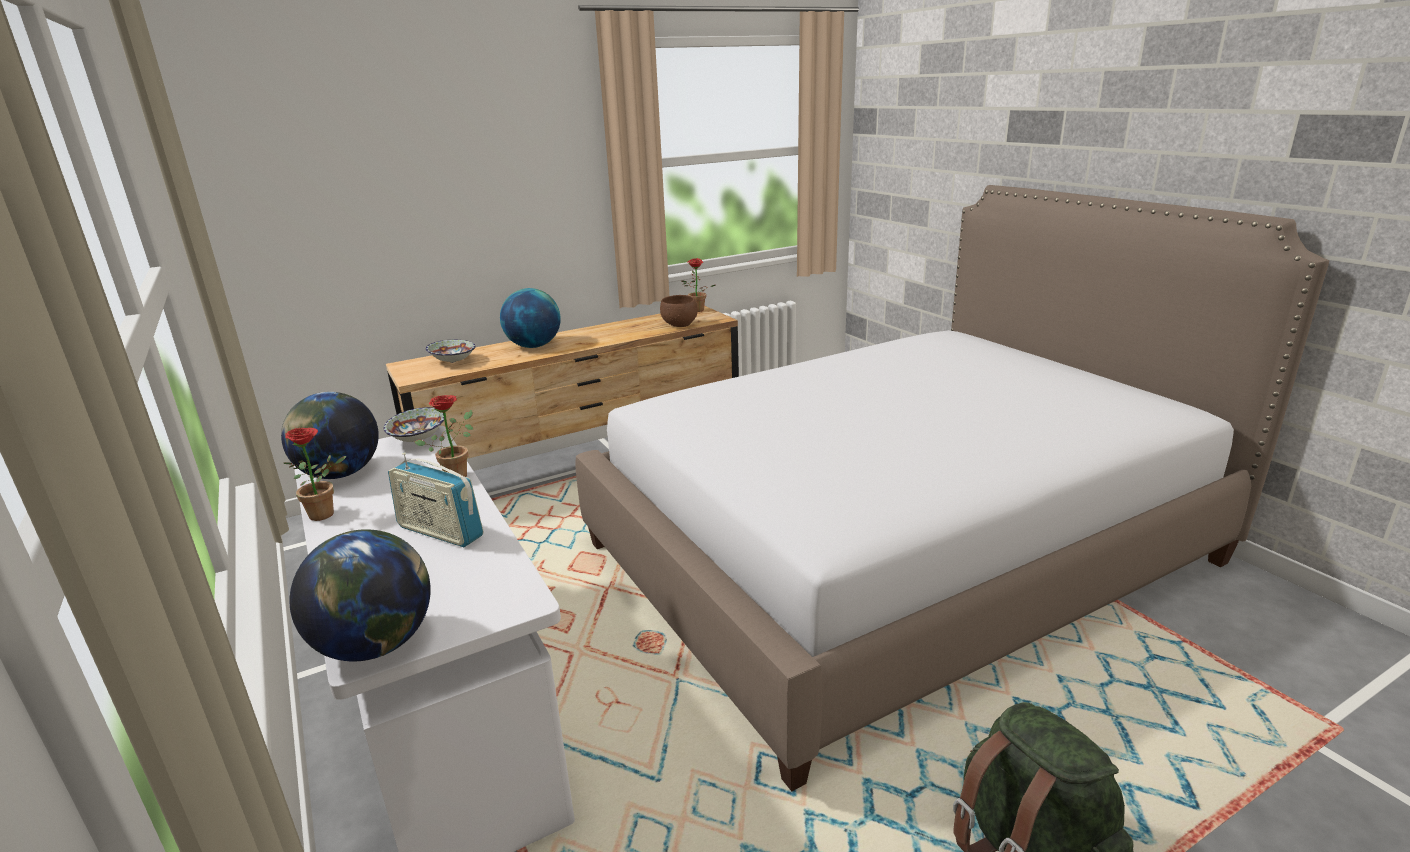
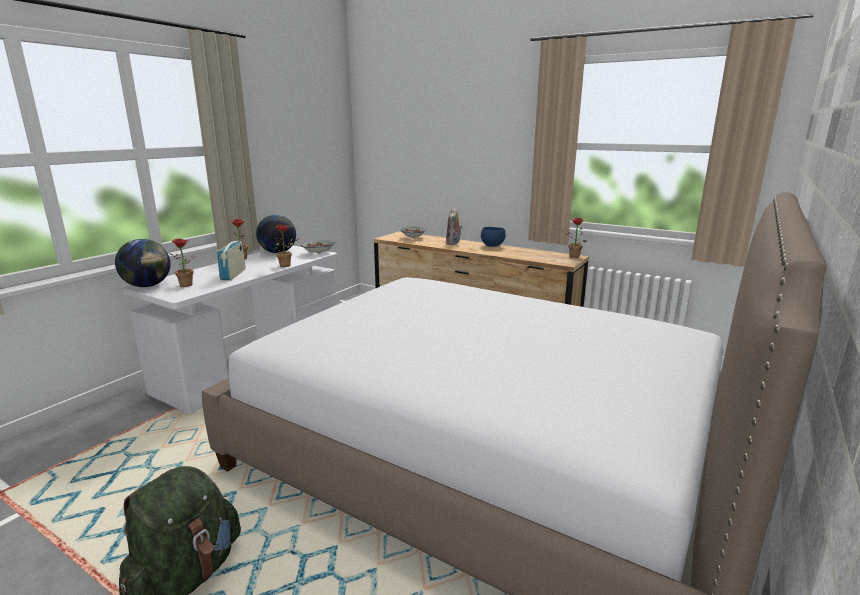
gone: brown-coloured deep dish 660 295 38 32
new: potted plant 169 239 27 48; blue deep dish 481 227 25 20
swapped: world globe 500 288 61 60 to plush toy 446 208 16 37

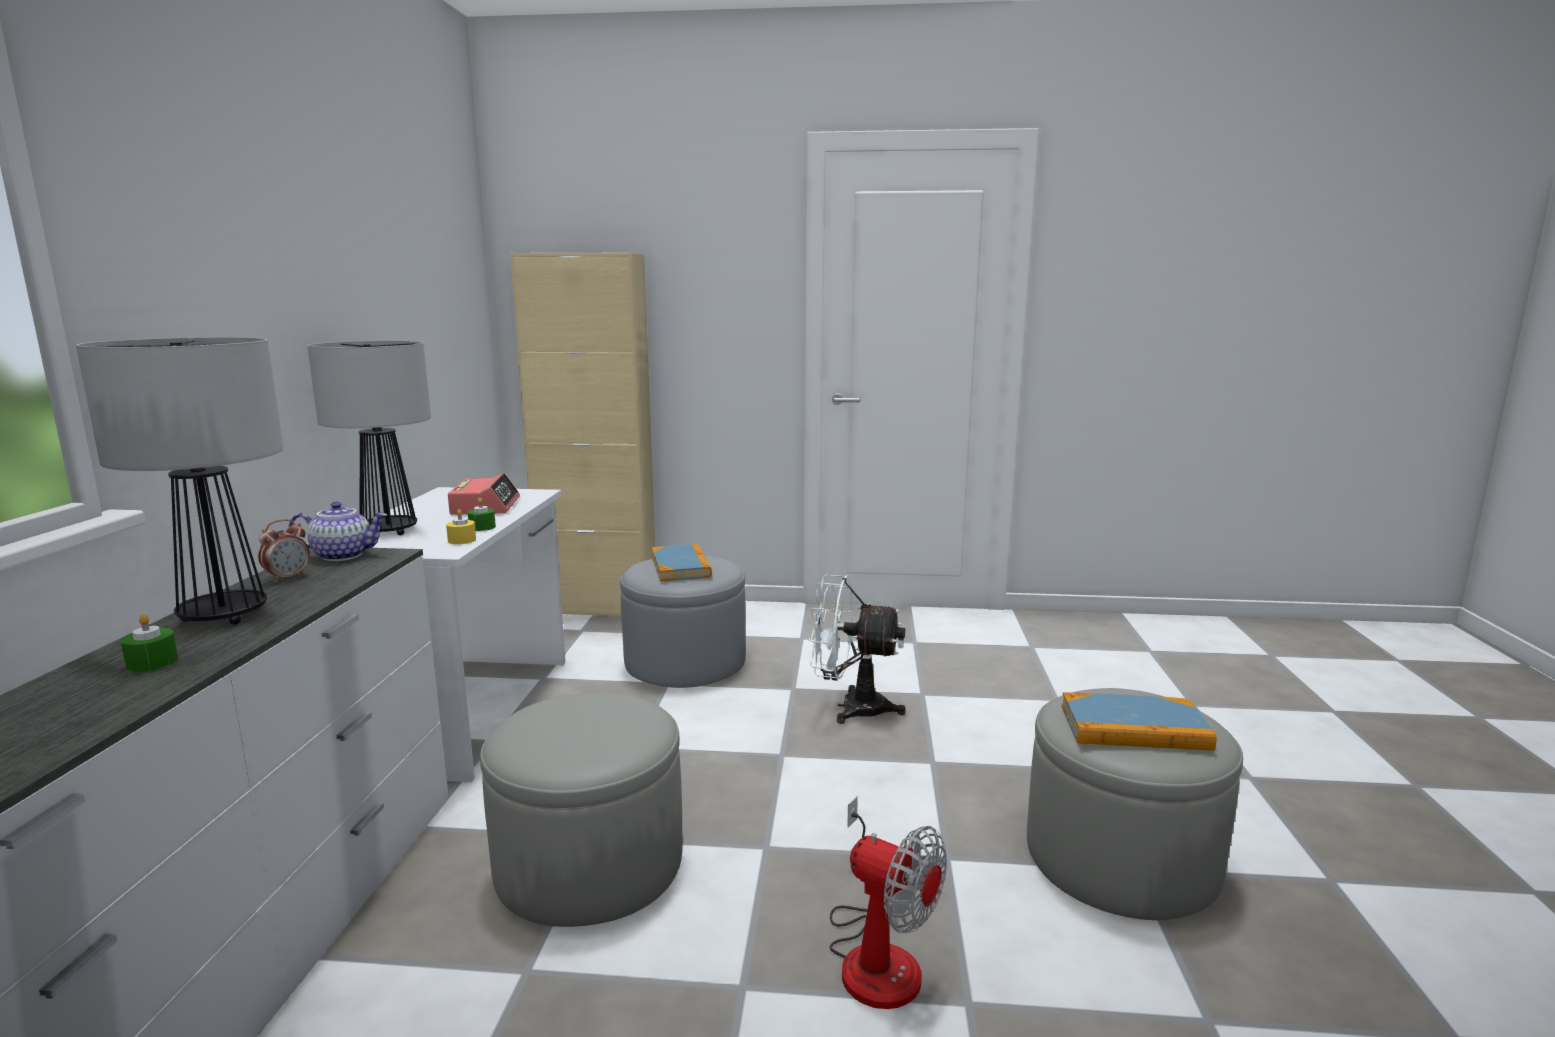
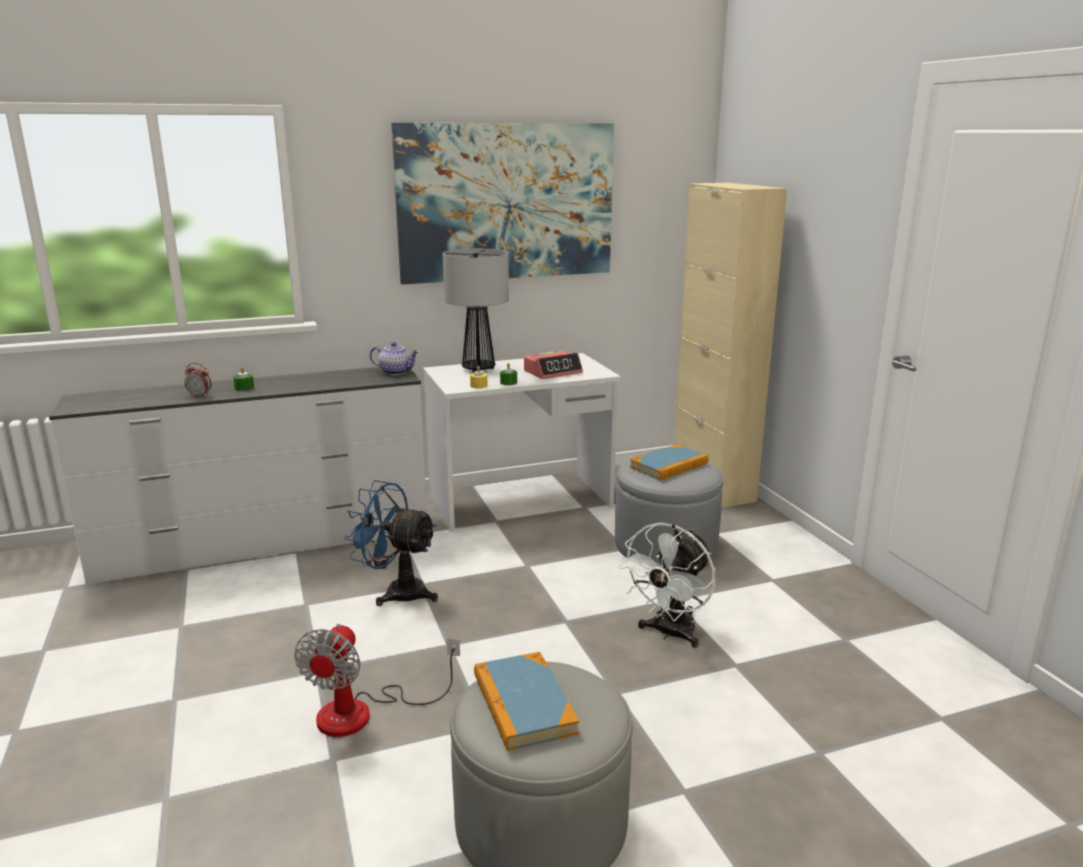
gone: lamp for a table 76 337 208 288
new: wall art 391 123 223 161
shifted: bedside clock 258 519 52 64 to 184 363 28 34
swapped: gray pouffe 480 693 203 234 to blue fan 344 480 94 126
rotated: teapot 289 502 98 59 = 370 342 49 33 45 degrees counterclockwise; white-coloured fan 809 575 97 149 = 618 523 97 125 135 degrees counterclockwise

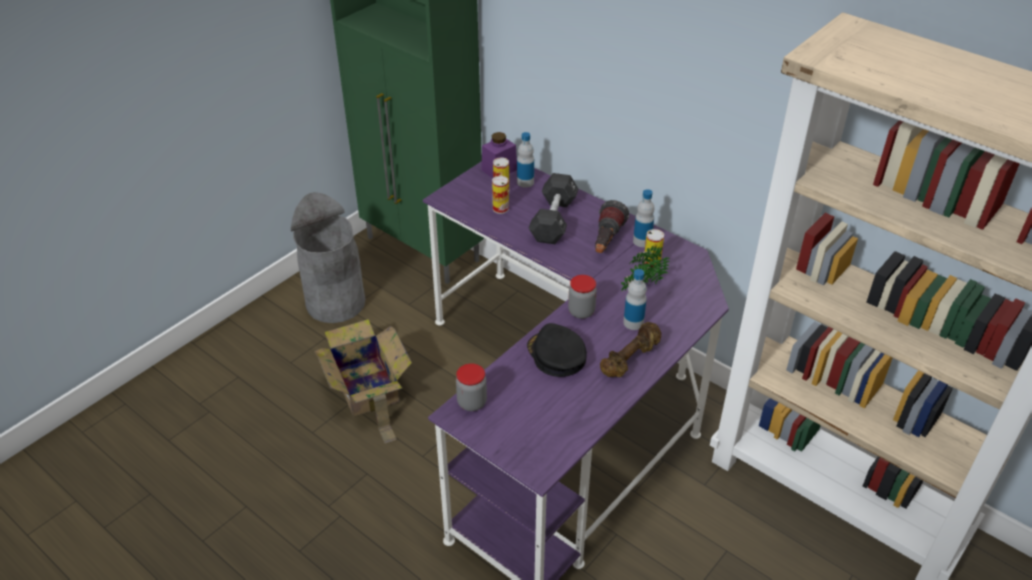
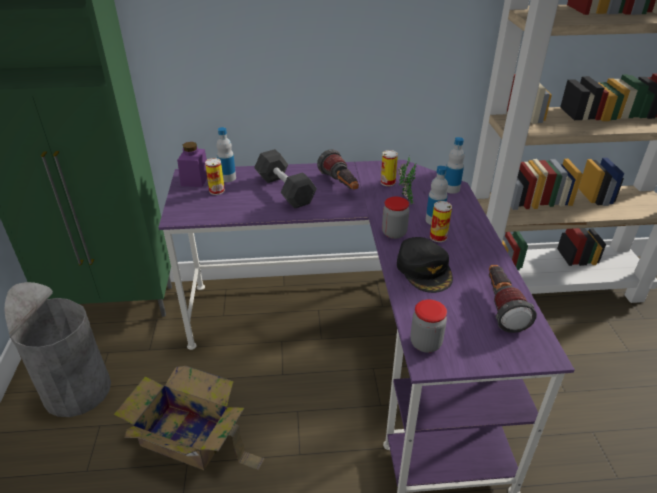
gone: brown-coloured dumbbell 600 322 61 55
new: flashlight 489 265 48 68
shifted: sealed can 492 176 17 38 to 430 201 22 41; beverage bottle 633 189 21 58 to 445 137 20 57
rotated: black baseball cap 527 323 60 54 = 397 237 56 56 120 degrees counterclockwise

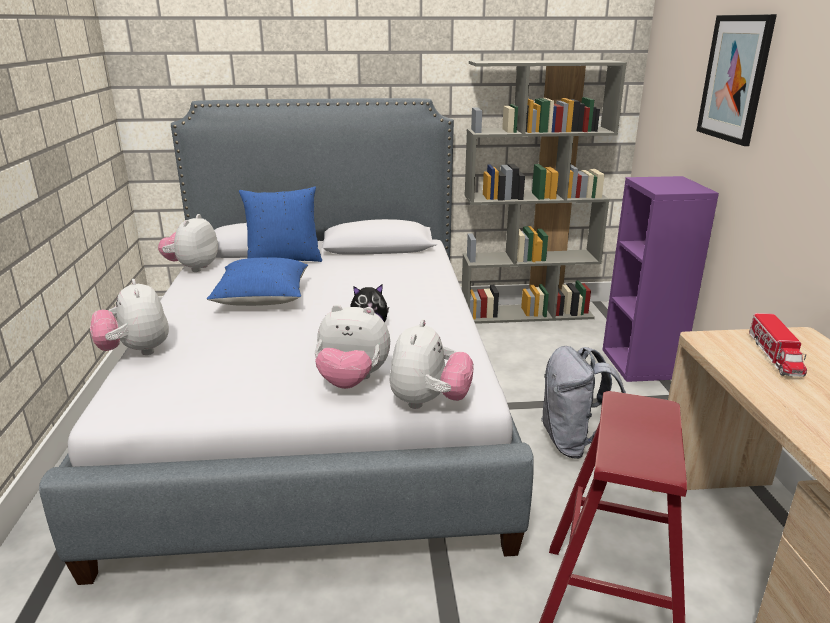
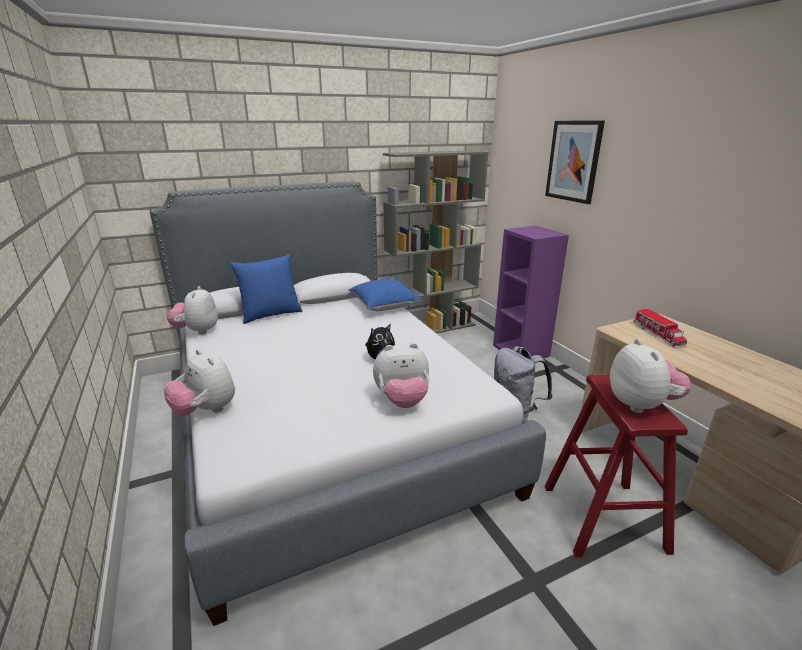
shifted: blue throw pillow 207 257 101 49 to 349 279 73 32; plush toy 389 319 85 90 to 610 339 81 74

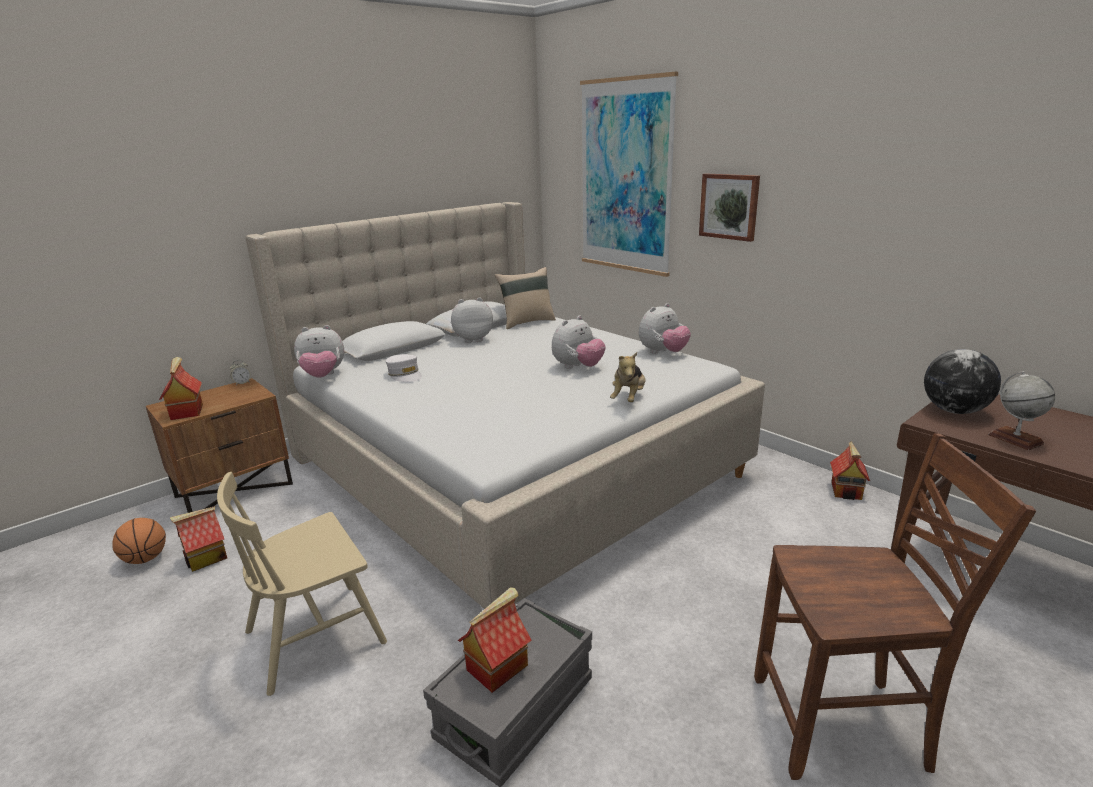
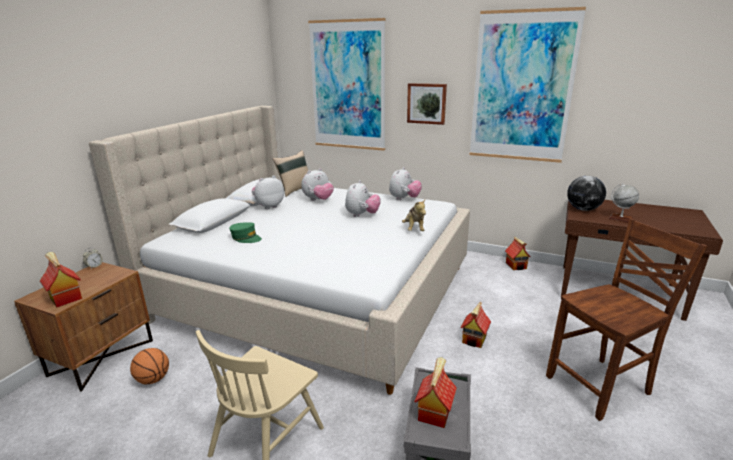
new: wall art 470 7 116 156
shifted: ball for basketball 112 518 54 46 to 130 348 39 36; plush toy 294 325 50 52 to 301 168 33 33; model house 170 506 57 66 to 460 302 31 46
repainted: white-coloured baseball cap 386 354 36 28 to green baseball cap 229 222 33 21

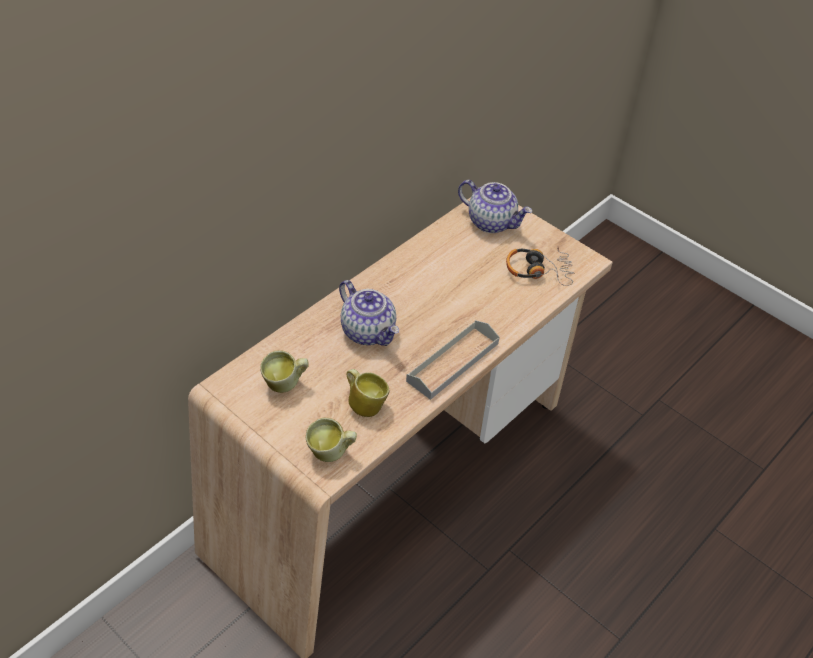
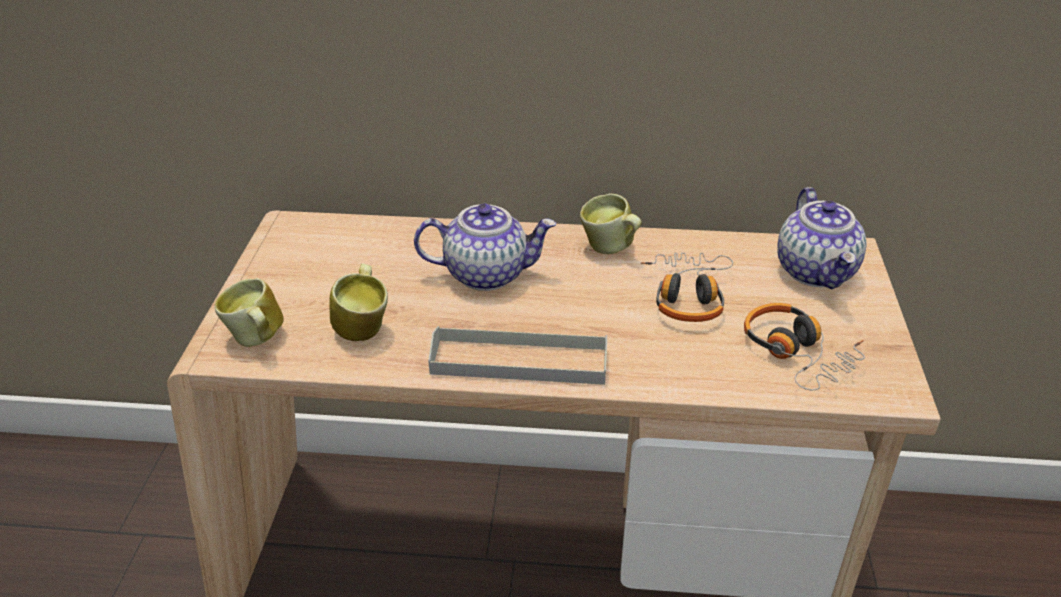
new: headset 641 252 92 70
shifted: mug 260 350 48 43 to 580 193 62 61
rotated: teapot 339 280 60 66 = 414 203 142 88 105 degrees counterclockwise

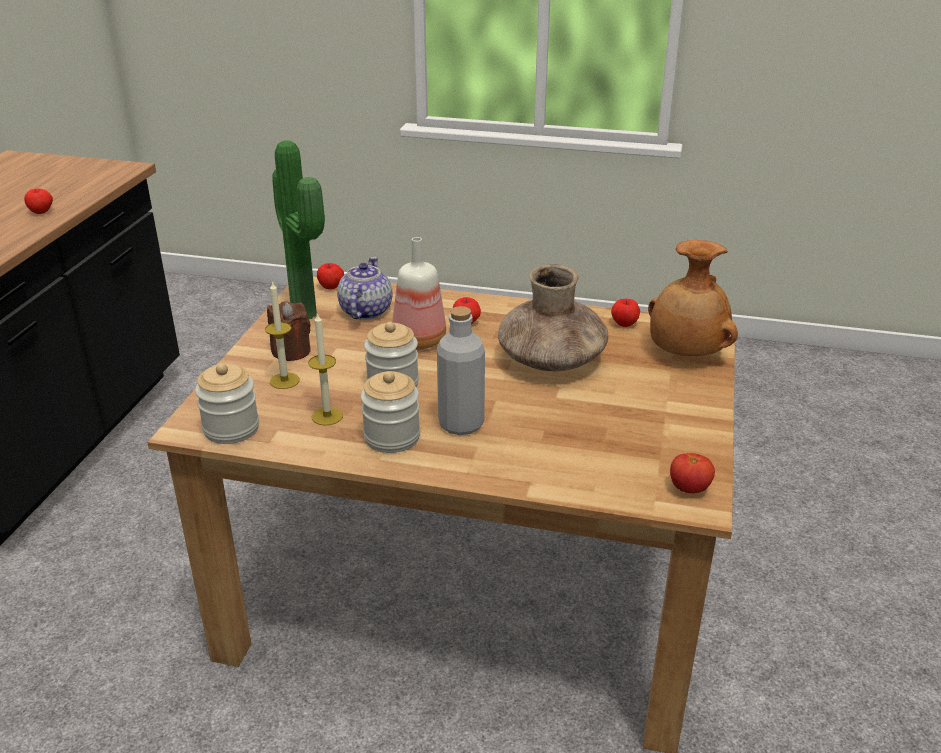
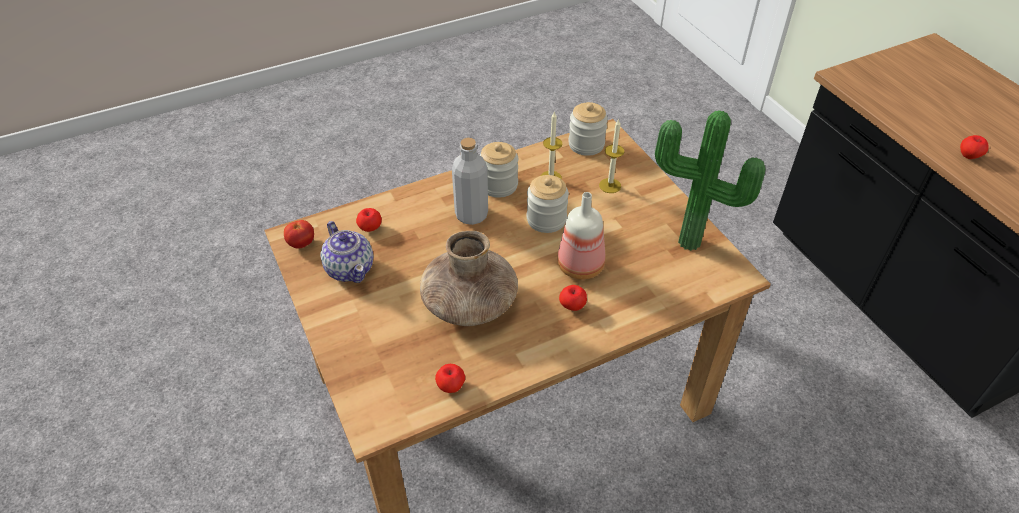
gone: brown-coloured wax candle 267 301 44 60; brown-coloured flower vase 648 240 90 116
shifted: teapot 337 257 56 63 to 320 221 53 62; apple fruit 317 263 27 26 to 356 208 26 24

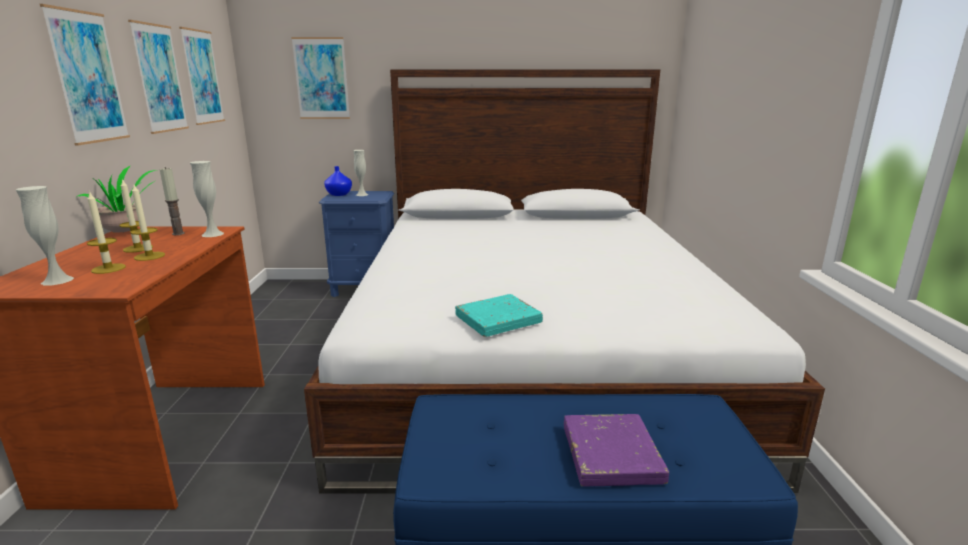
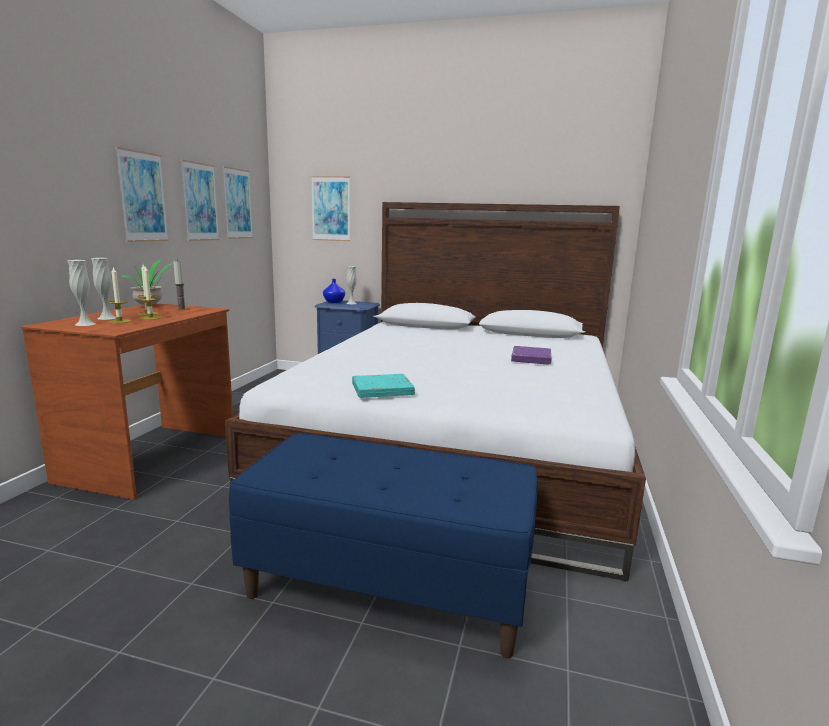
shifted: white-coloured flower vase 190 161 34 76 to 91 258 25 62; purple book 564 414 105 73 to 511 346 41 18

